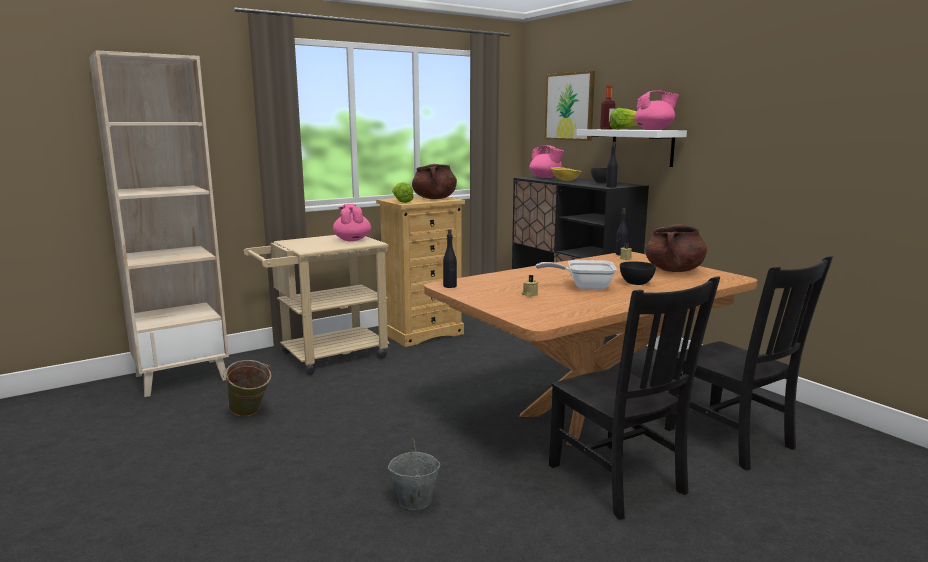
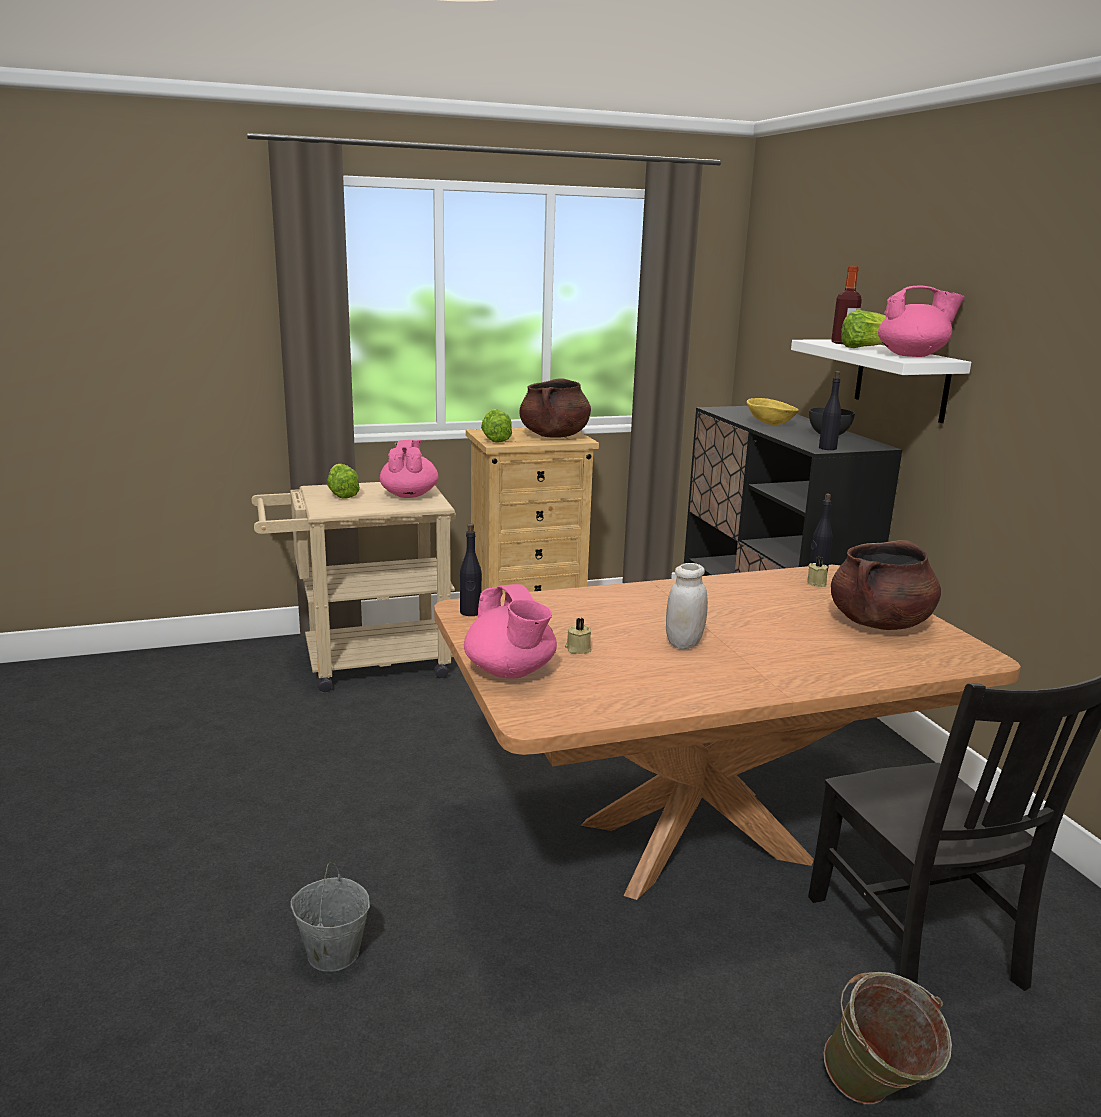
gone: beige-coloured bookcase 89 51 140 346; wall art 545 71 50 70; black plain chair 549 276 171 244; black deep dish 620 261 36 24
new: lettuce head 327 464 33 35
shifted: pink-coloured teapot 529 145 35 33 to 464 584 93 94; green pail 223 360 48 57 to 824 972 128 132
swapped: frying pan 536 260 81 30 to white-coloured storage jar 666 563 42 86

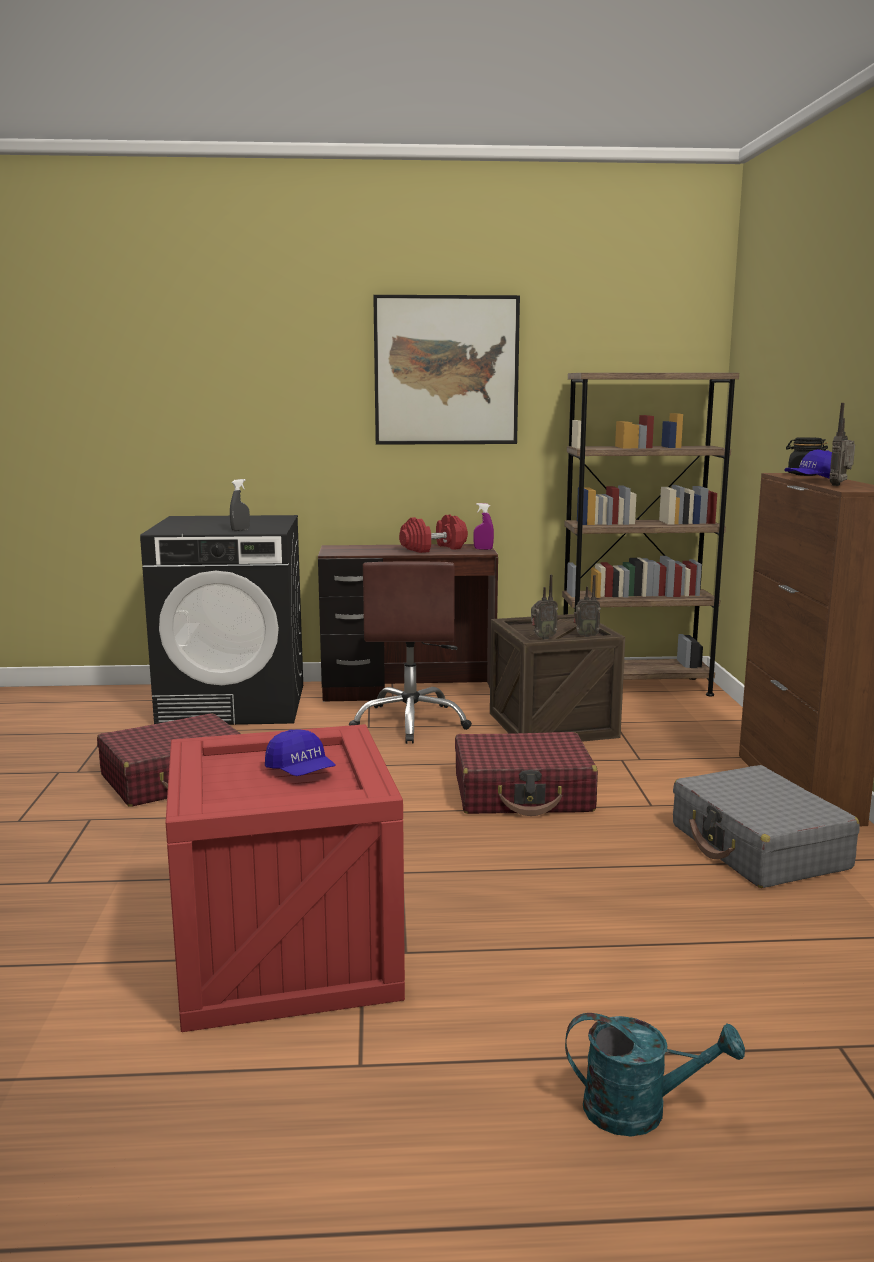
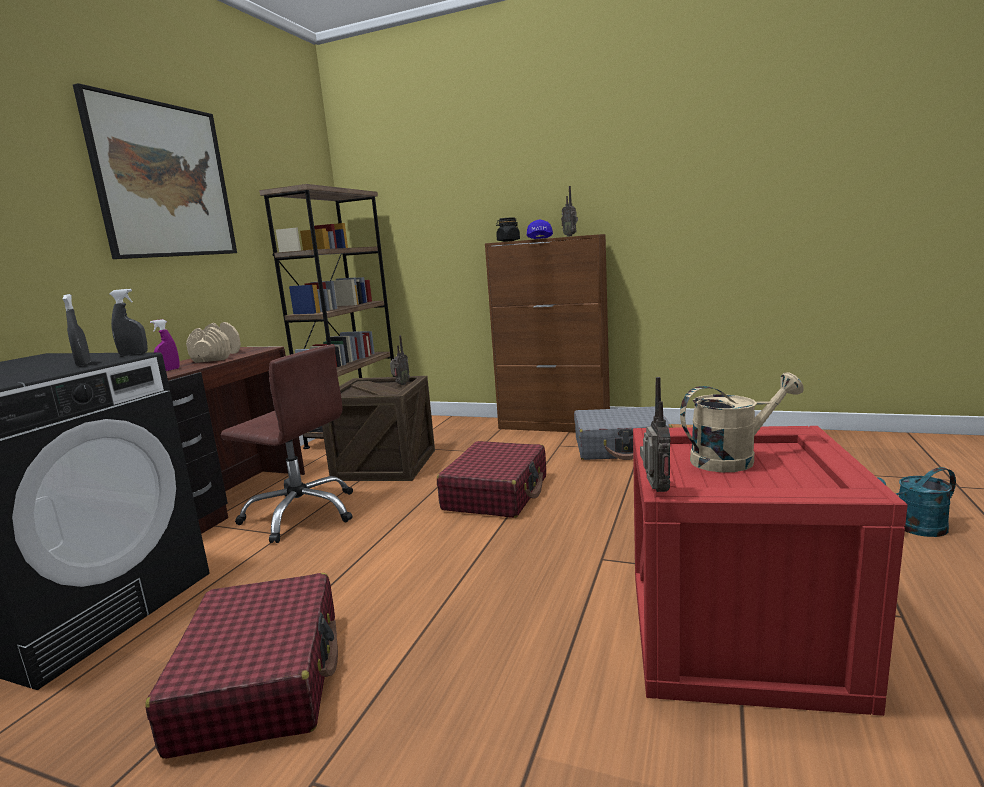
new: gray spray bottle 109 289 39 67
shifted: purple spray bottle 473 503 21 47 to 150 319 30 52; radio 531 575 27 64 to 640 377 30 115
swapped: blue baseball cap 265 729 71 47 to beige-coloured watering pot 680 372 124 100
repainted: red dumbbell 399 515 69 38 to beige-coloured dumbbell 186 322 55 41
rotated: turquoise-coloured watering pot 565 1013 180 123 = 877 467 79 70 135 degrees counterclockwise

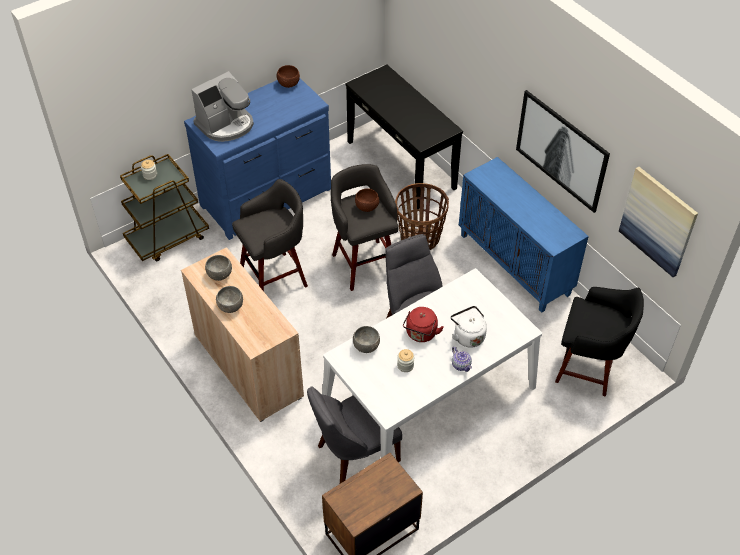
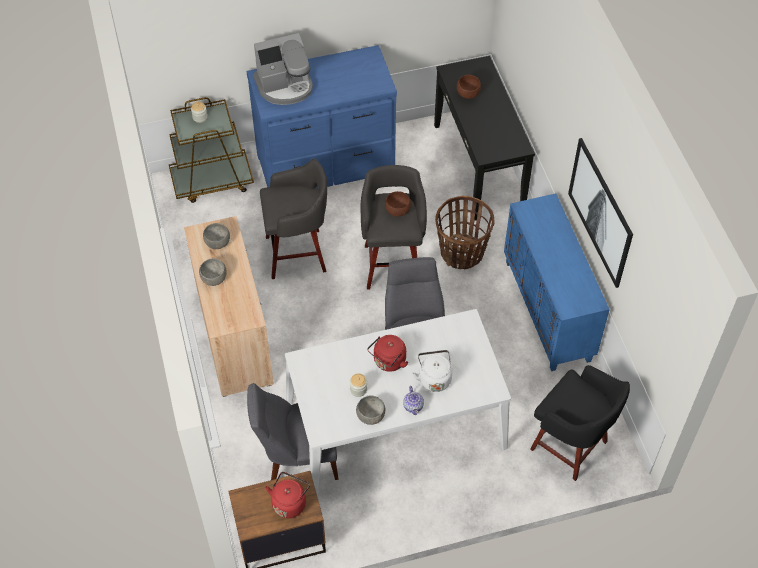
gone: wall art 619 167 79 110
new: red water kettle 265 472 45 46
shifted: gray deep dish 353 326 27 27 to 356 395 29 30; brown-coloured deep dish 277 65 23 23 to 457 75 24 24

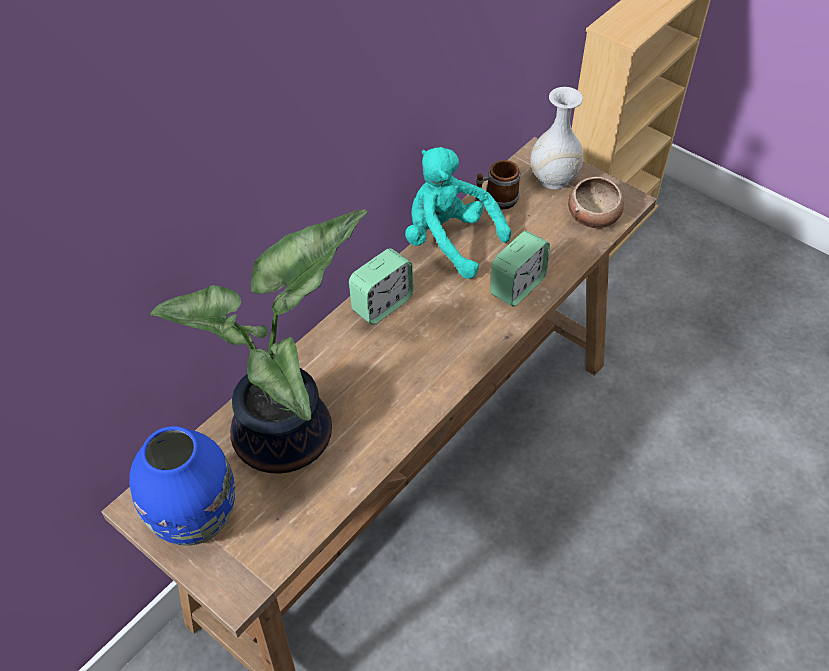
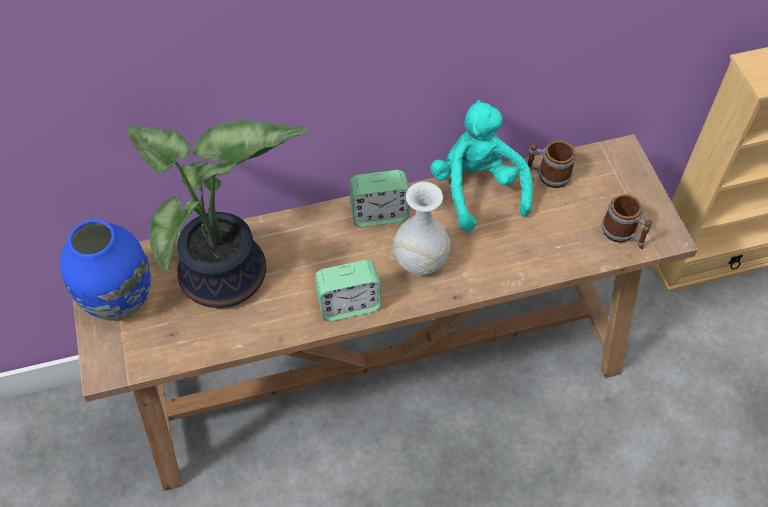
shifted: bedside clock 491 231 59 76 to 315 260 66 61; white-coloured flower vase 530 87 53 102 to 393 182 57 94
swapped: deep dish 568 177 56 51 to mug 602 194 50 55

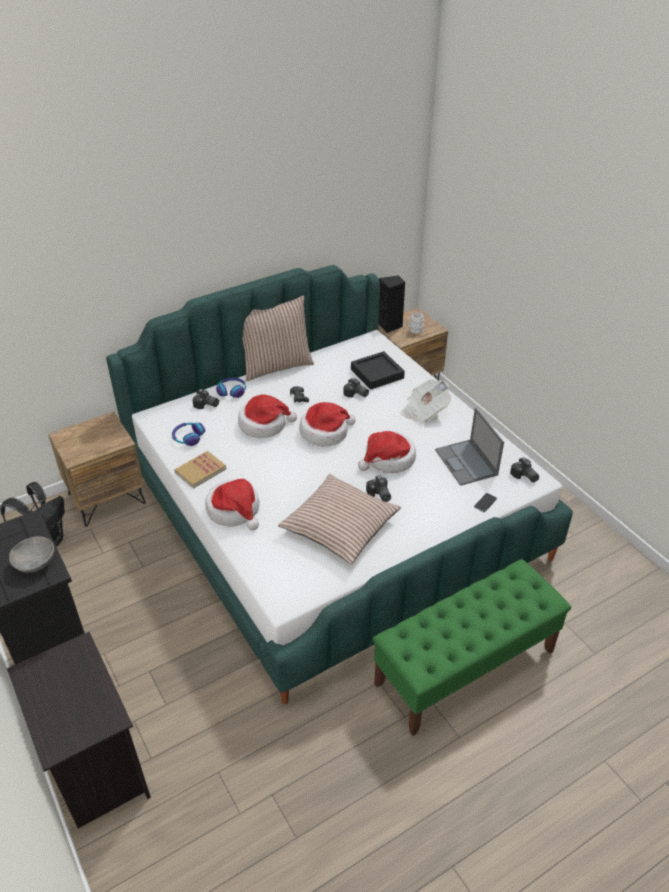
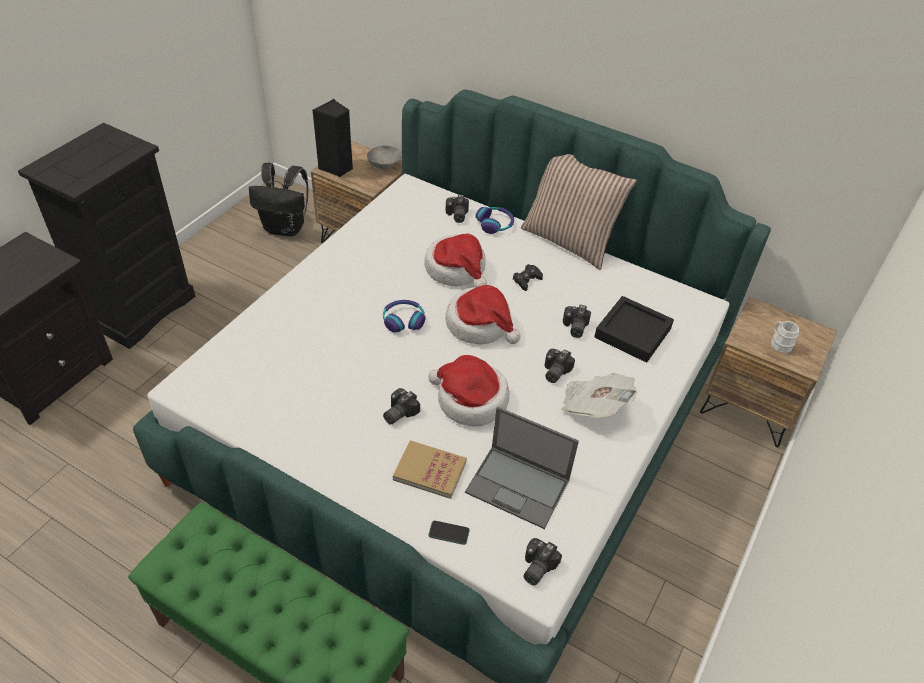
gone: hat 205 479 55 51; throw pillow 278 474 123 90
new: still camera 545 349 30 34
shifted: black loudspeaker 379 276 27 57 to 312 99 41 78; gray deep dish 9 536 45 37 to 367 145 35 24; headset 172 423 33 23 to 383 300 43 32; book 174 451 52 38 to 393 440 74 59
rotated: laptop 435 408 69 78 = 465 407 114 122 105 degrees counterclockwise

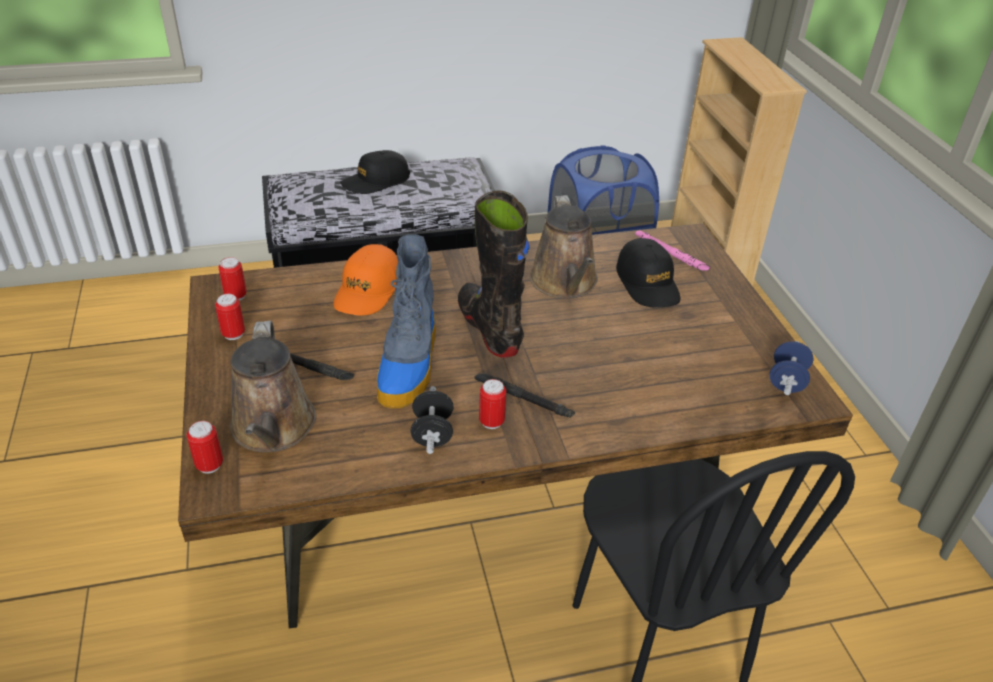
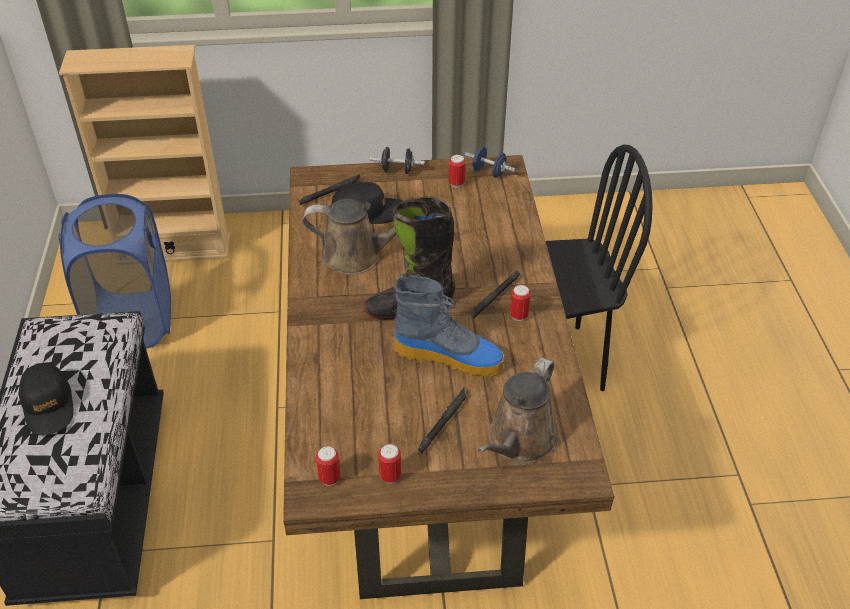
gone: orange-coloured baseball cap 333 244 65 71
shifted: black dumbbell 411 386 43 68 to 370 147 55 27; sealed can 187 421 36 53 to 449 155 17 33
repainted: pink-coloured flashlight 635 231 75 40 to black flashlight 299 175 60 30
rotated: brown-coloured watering pot 230 321 86 131 = 478 358 80 106 120 degrees clockwise

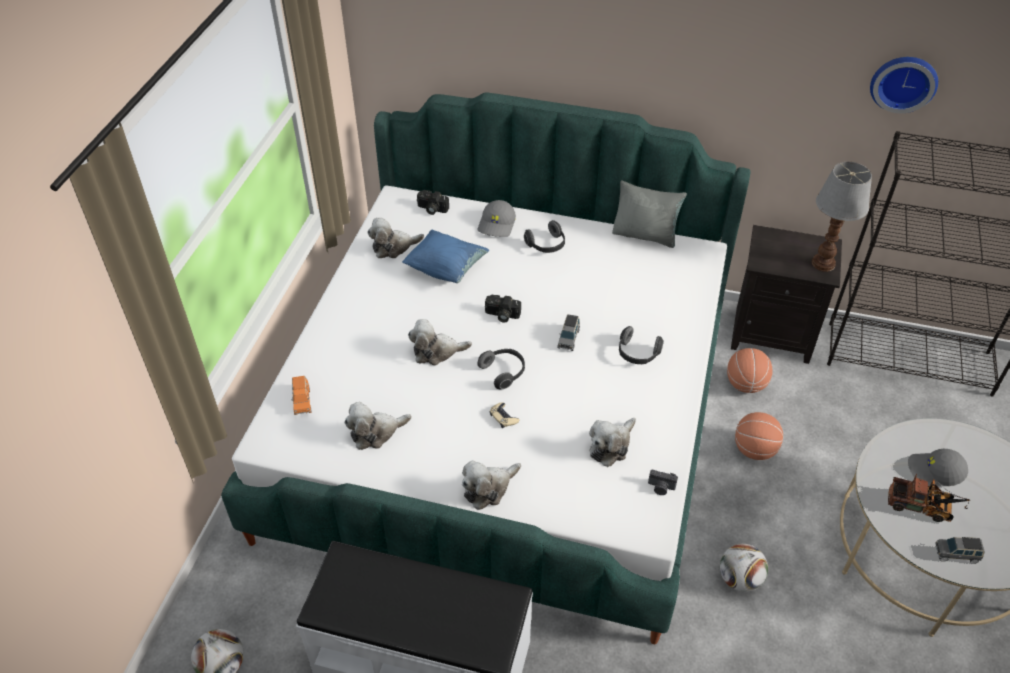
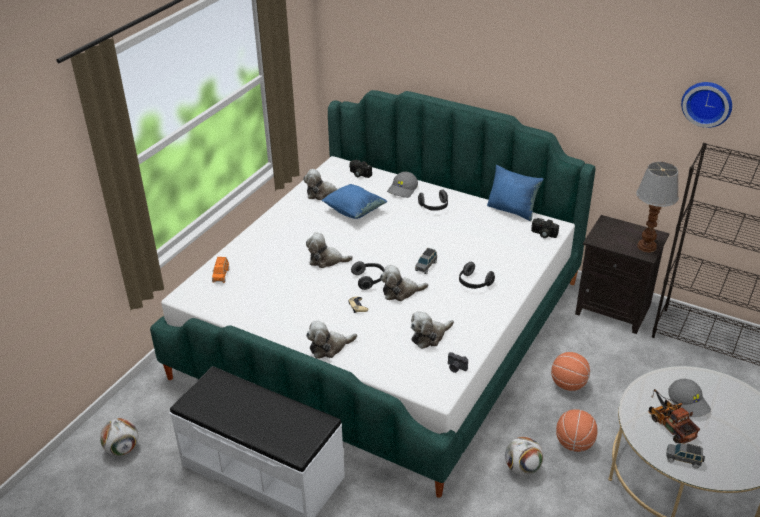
shifted: plush toy 344 402 68 48 to 380 265 48 36; still camera 485 295 36 28 to 531 218 28 20; ball for basketball 727 348 45 45 to 556 409 42 43
repainted: gray throw pillow 612 180 75 68 to blue throw pillow 487 165 56 56
rotated: model truck 888 473 82 49 = 648 389 52 55 150 degrees counterclockwise; gray baseball cap 908 449 60 38 = 668 379 43 38 135 degrees counterclockwise

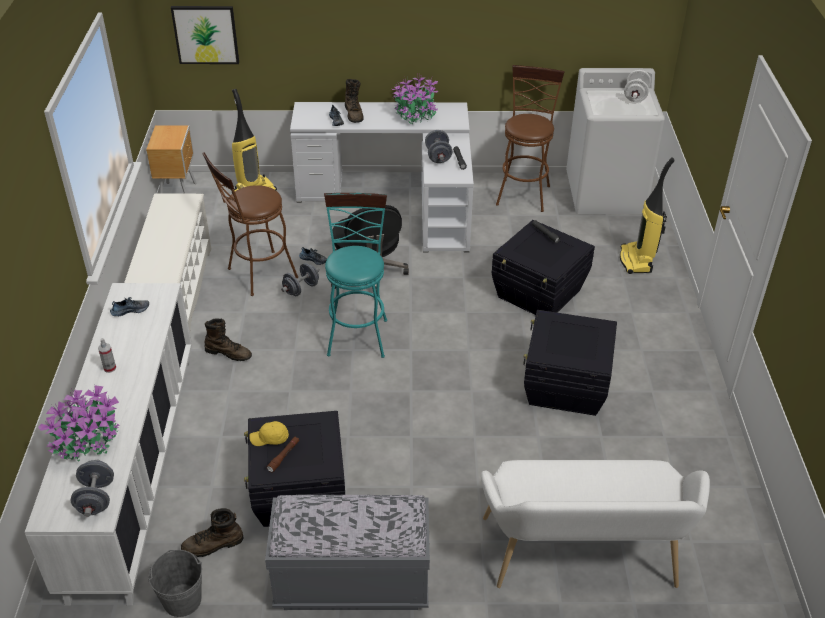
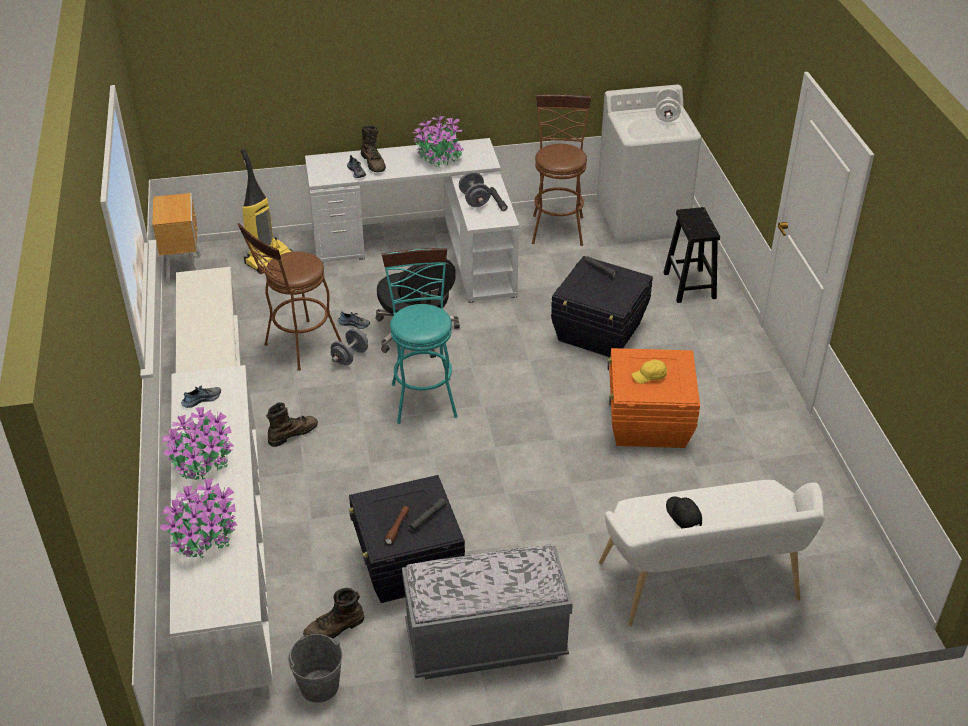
gone: gray dumbbell 71 459 43 58; wall art 171 6 68 58
new: gray flashlight 409 498 38 33; black baseball cap 666 497 36 31
shifted: yellow-coloured baseball cap 249 421 40 25 to 631 360 36 24
swapped: spray bottle 98 338 18 35 to potted plant 162 407 72 73; vacuum cleaner 620 157 55 117 to black stool 663 207 57 96
repainted: black storage bin 523 310 94 106 to orange-coloured storage bin 607 348 93 100
rotated: brown-coloured boot 204 318 48 43 = 266 402 52 45 45 degrees counterclockwise

